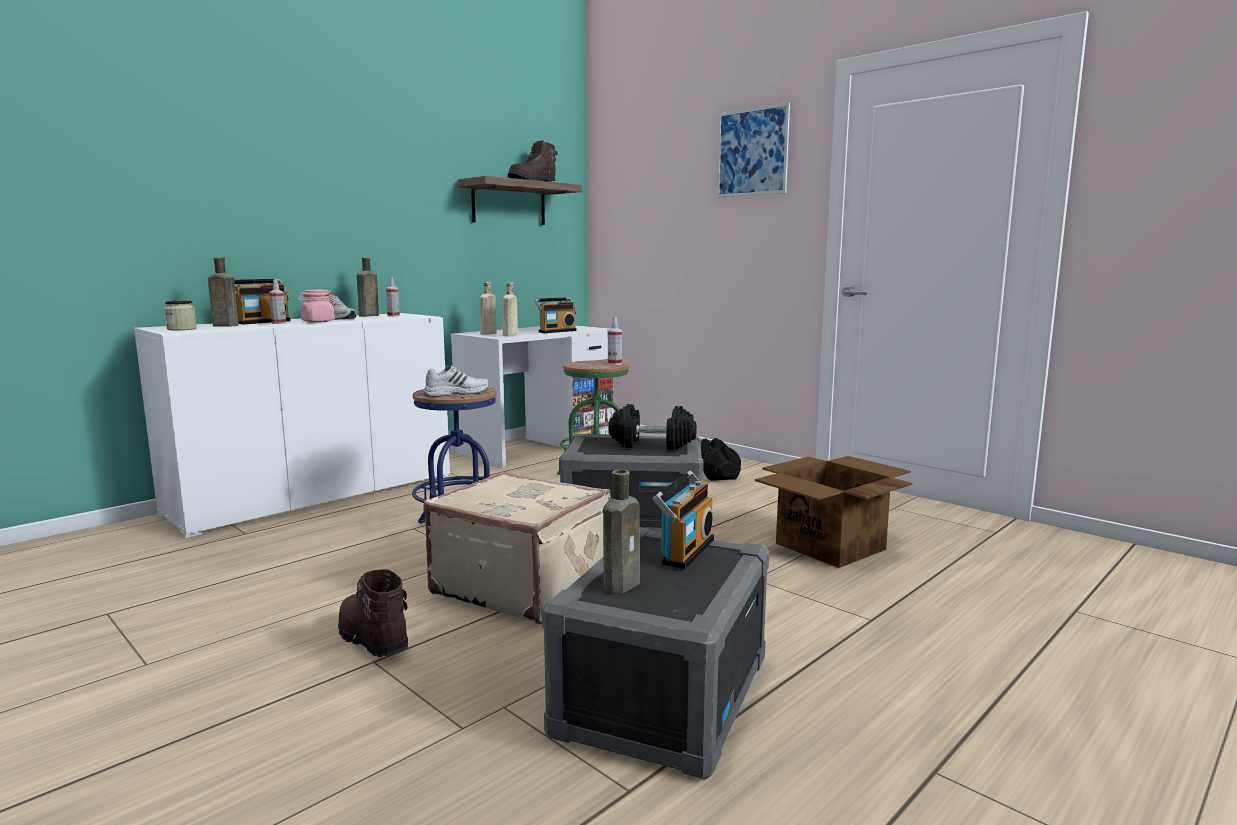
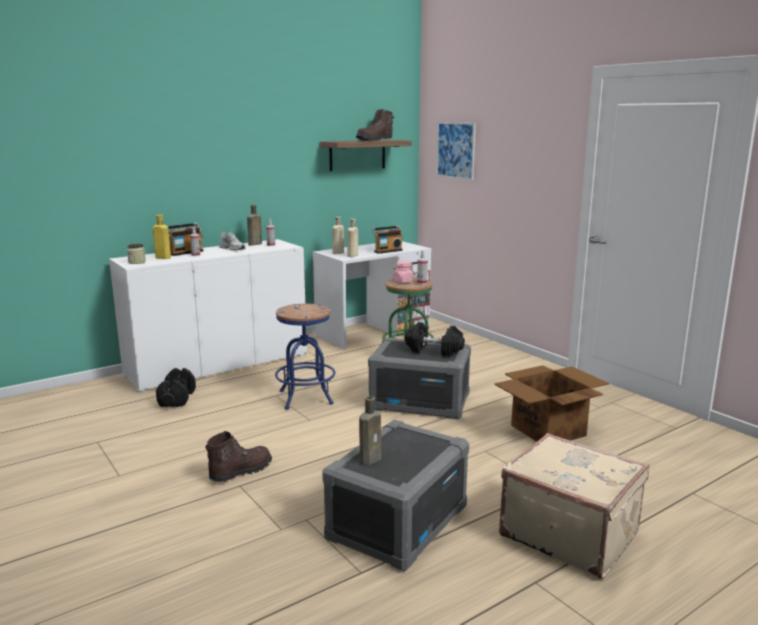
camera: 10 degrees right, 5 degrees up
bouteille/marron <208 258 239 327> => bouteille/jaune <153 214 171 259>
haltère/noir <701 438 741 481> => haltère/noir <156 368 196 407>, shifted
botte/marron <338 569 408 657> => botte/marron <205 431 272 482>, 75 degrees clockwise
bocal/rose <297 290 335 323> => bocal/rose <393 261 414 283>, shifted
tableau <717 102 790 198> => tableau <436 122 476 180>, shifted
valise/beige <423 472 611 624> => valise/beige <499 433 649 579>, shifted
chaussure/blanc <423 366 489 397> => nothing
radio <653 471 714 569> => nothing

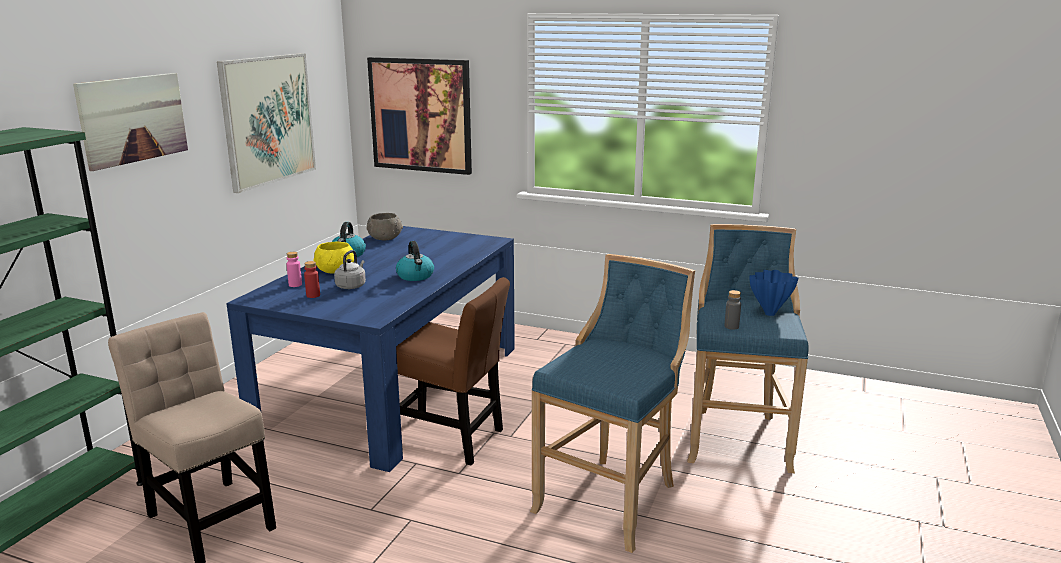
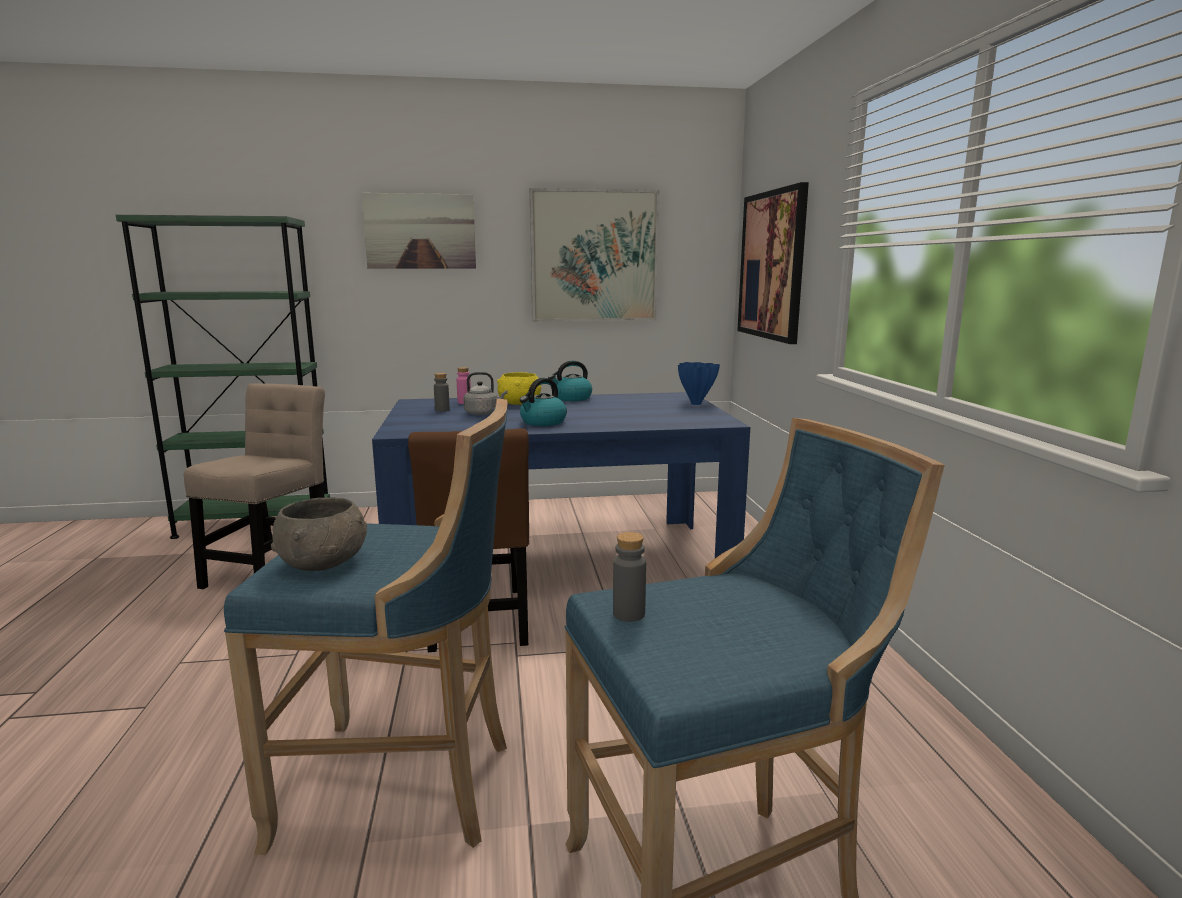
camera: 60 degrees right, 5 degrees down
bol/gris <366 213 403 240> => bol/gris <271 497 367 571>, shifted
bouteille/rouge <304 261 320 298> => bouteille/gris <434 373 450 412>
vase/bleu <749 270 798 316> => vase/bleu <678 362 720 405>, shifted

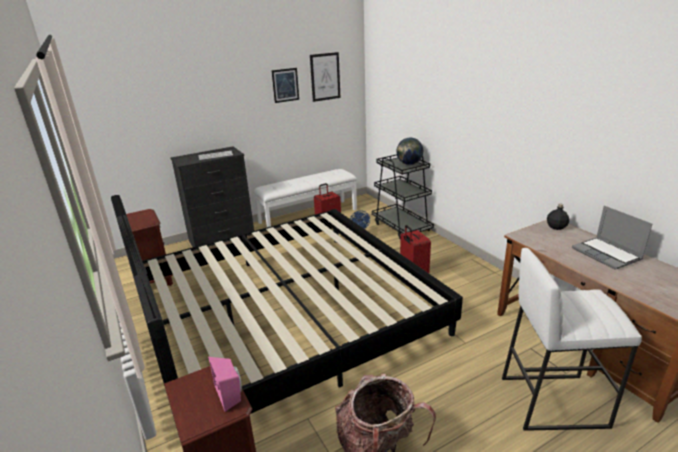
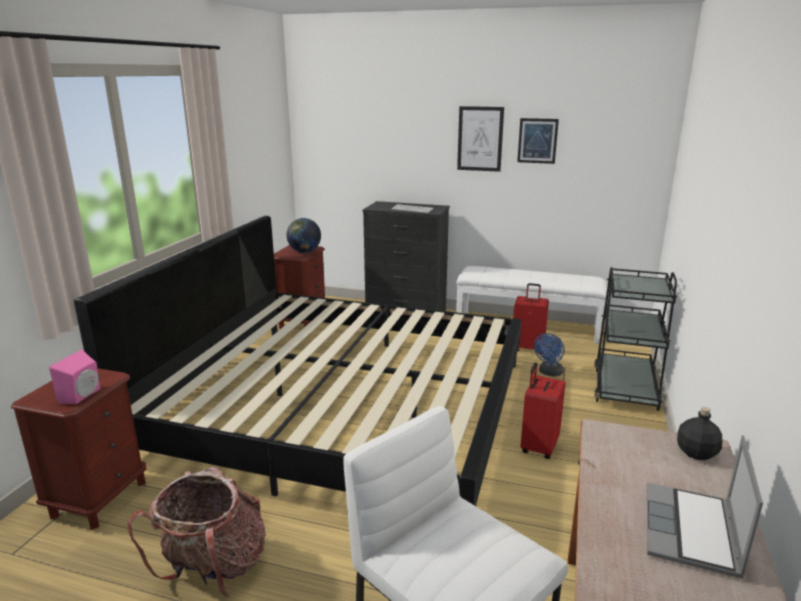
camera: 45 degrees right, 5 degrees down
globe <396 138 423 165> => globe <286 218 321 253>, shifted
tableau <310 52 340 102> => tableau <457 106 504 172>, shifted

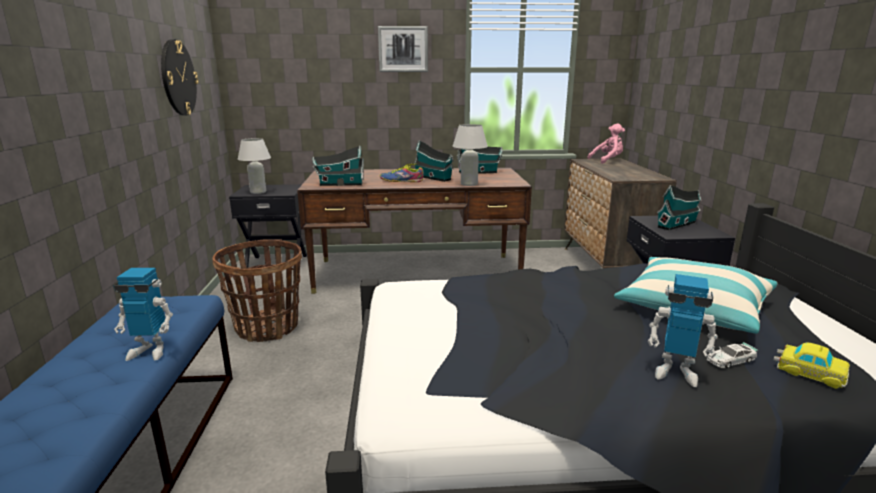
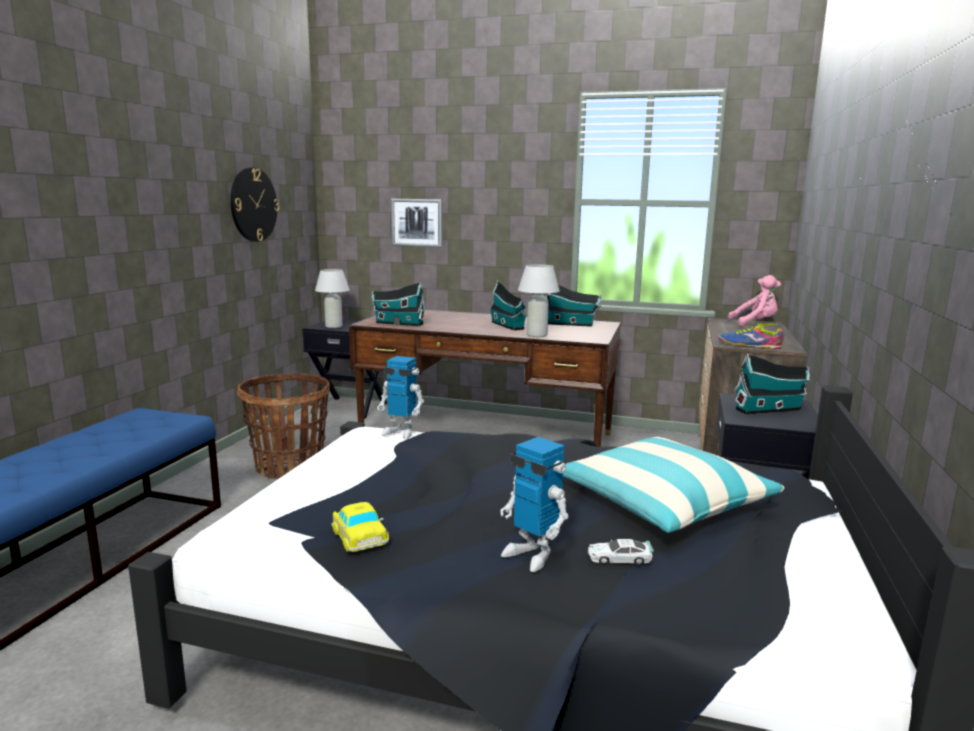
camera: 20 degrees right, 5 degrees down
petite voiture <774 342 850 389> => petite voiture <331 502 389 552>, shifted
robot jouet <113 268 173 361> => robot jouet <377 356 424 439>, shifted
tableau <378 26 428 72> => tableau <391 199 442 248>, shifted
chaussure <380 164 423 182> => chaussure <718 323 784 349>, shifted

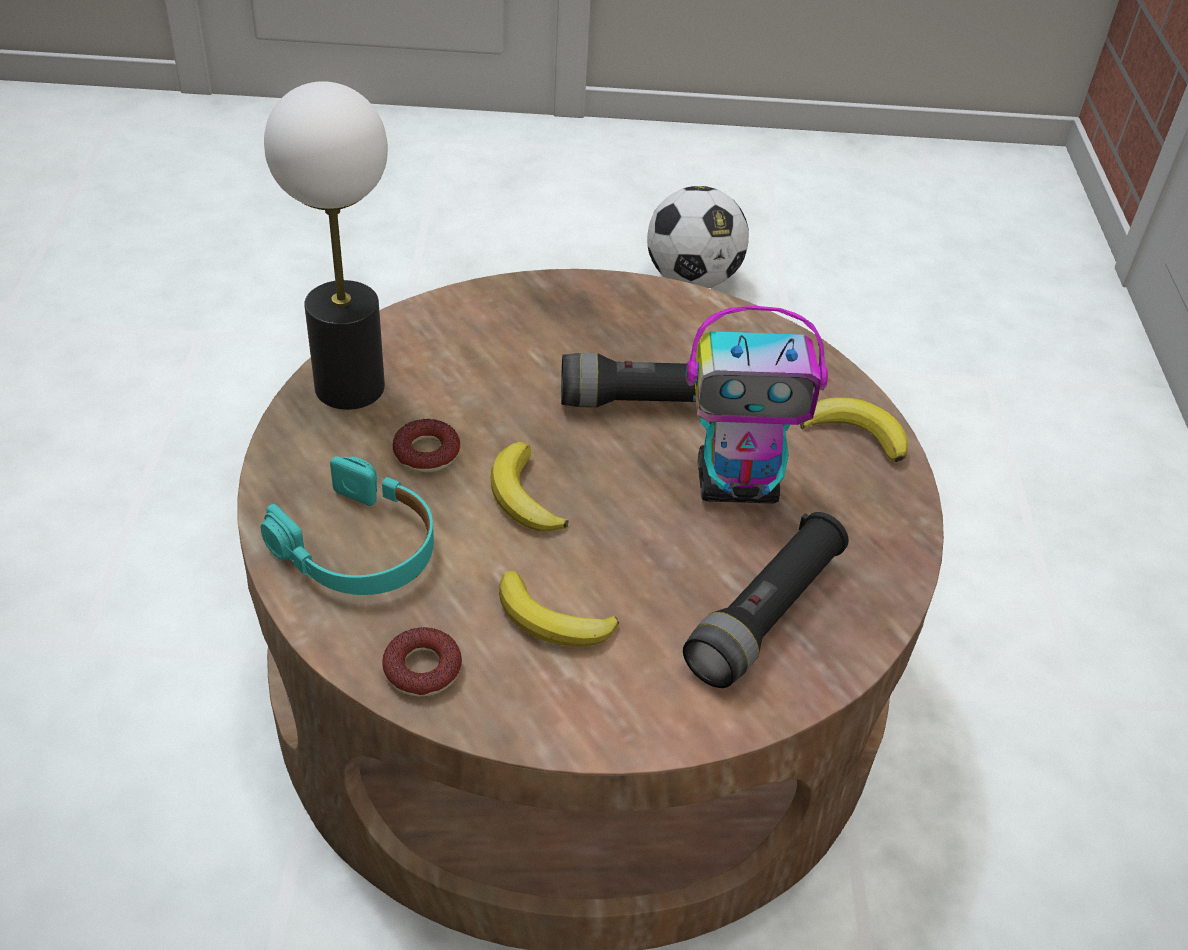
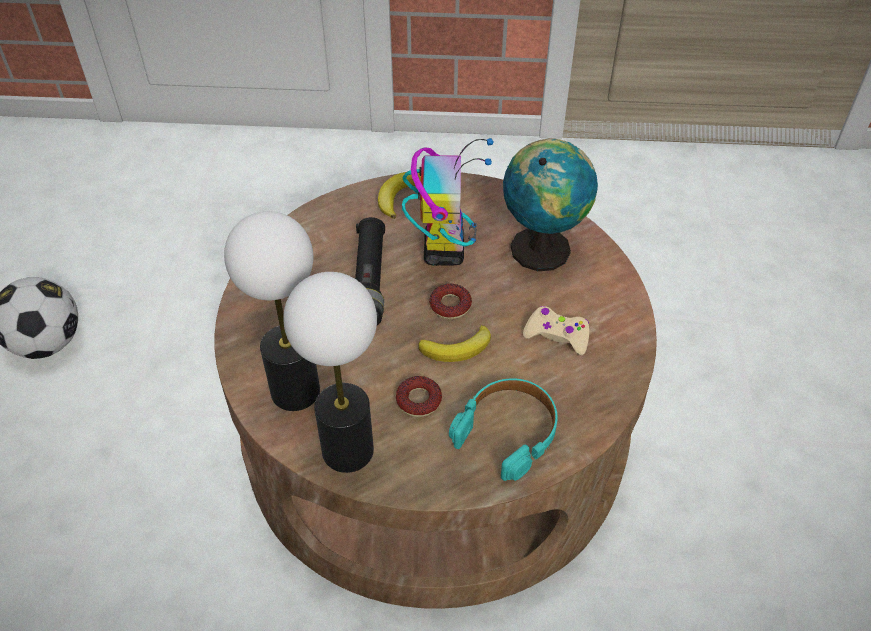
camera: 85 degrees left, 5 degrees up
nothing => lampe de table <224 211 320 411>
beignet <382 627 462 697> => beignet <429 284 472 319>, shifted
lampe de poche/noir <683 512 849 688> => globe <503 138 598 271>
banane <499 571 619 647> => manette/beige <523 306 589 355>

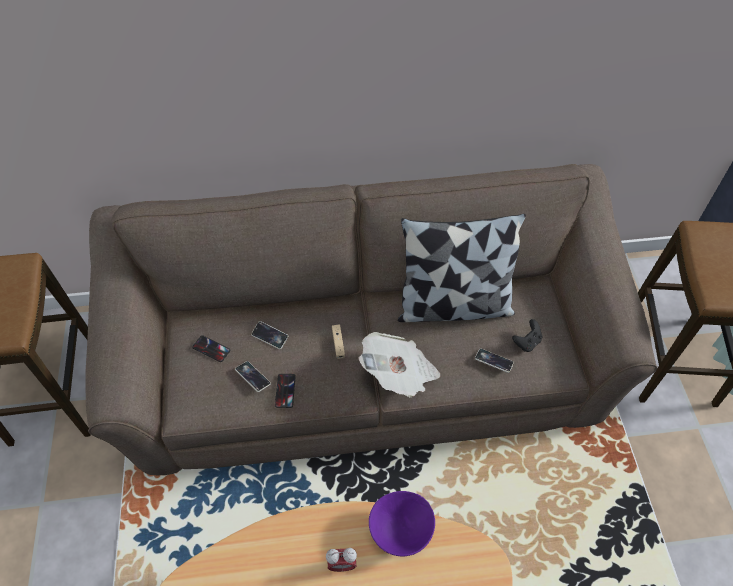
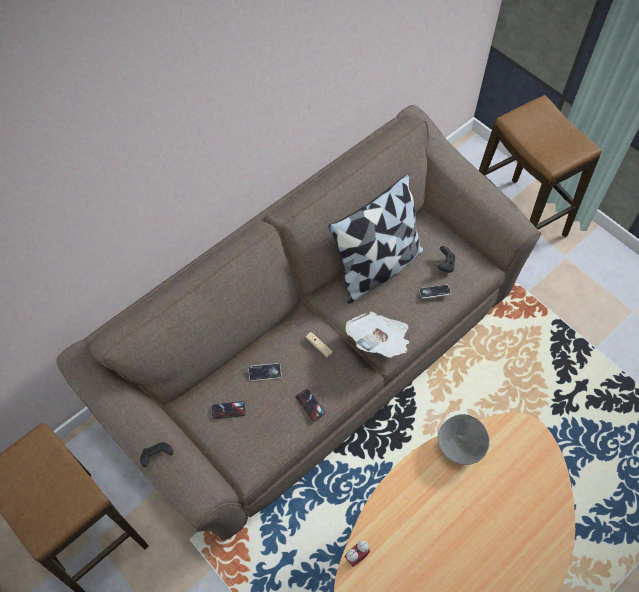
camera: 35 degrees left, 5 degrees up
nothing => manette/noir <140 442 173 467>
réveil <326 548 357 572> => réveil <345 540 370 567>, shifted
bol/violet <369 491 435 556> => bol/gris <438 414 490 465>
téléphone <235 361 271 392> => nothing

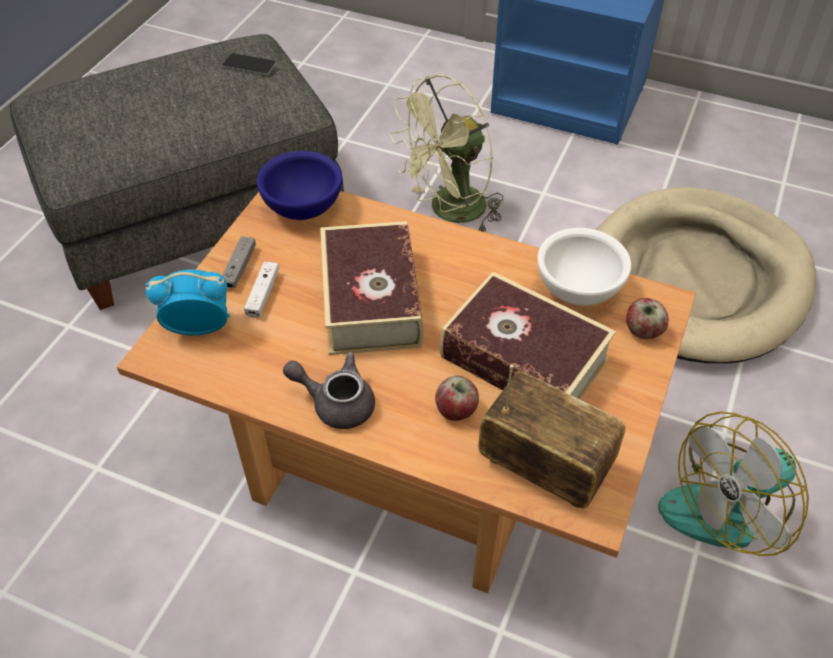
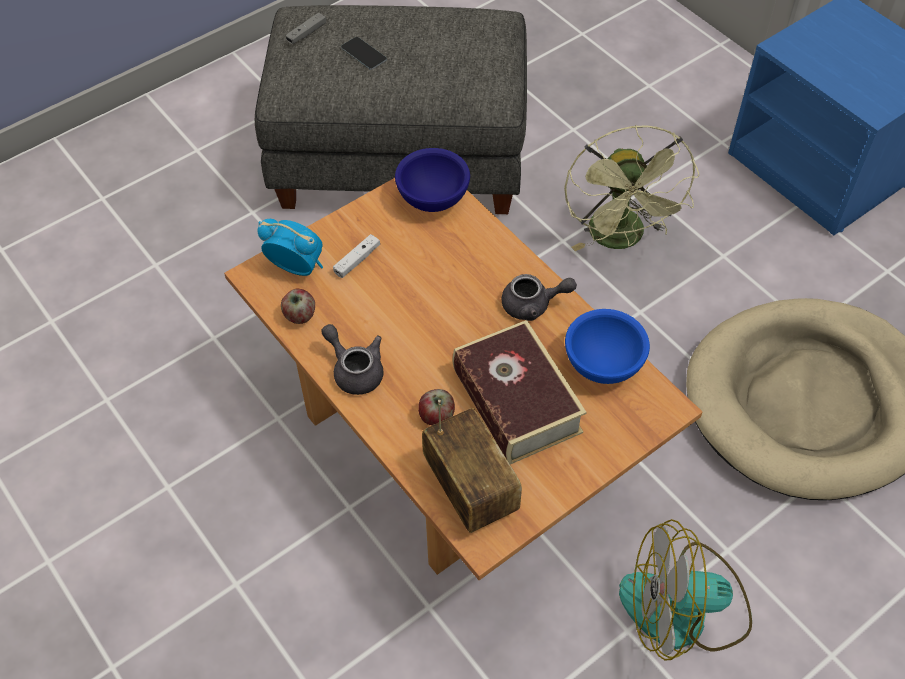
camera: 30 degrees right, 5 degrees up
pomme <626 298 669 339> => pomme <281 288 315 324>, shifted
manette/gris <222 236 256 288> => manette/gris <285 12 326 44>, shifted
téléphone <222 53 276 75> => téléphone <341 37 387 70>, shifted
nothing => théière/gris <501 274 577 321>
ventilateur/vert <390 75 504 232> => ventilateur/vert <564 125 699 251>, 90 degrees counterclockwise
bol/blanc <537 228 631 306> => bol/bleu <565 309 650 384>
livre <320 221 424 355> => nothing

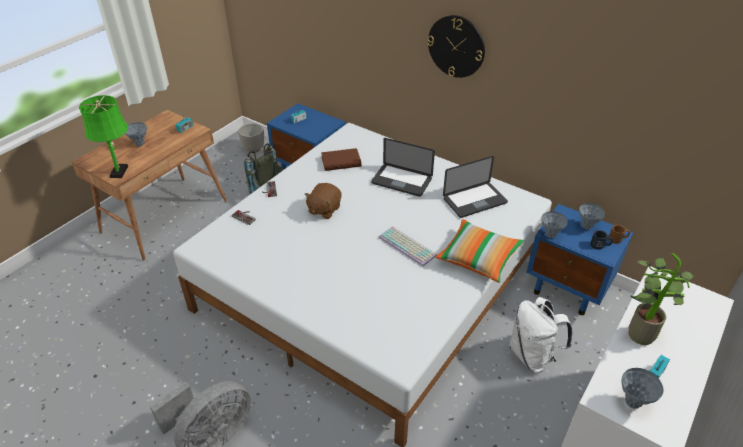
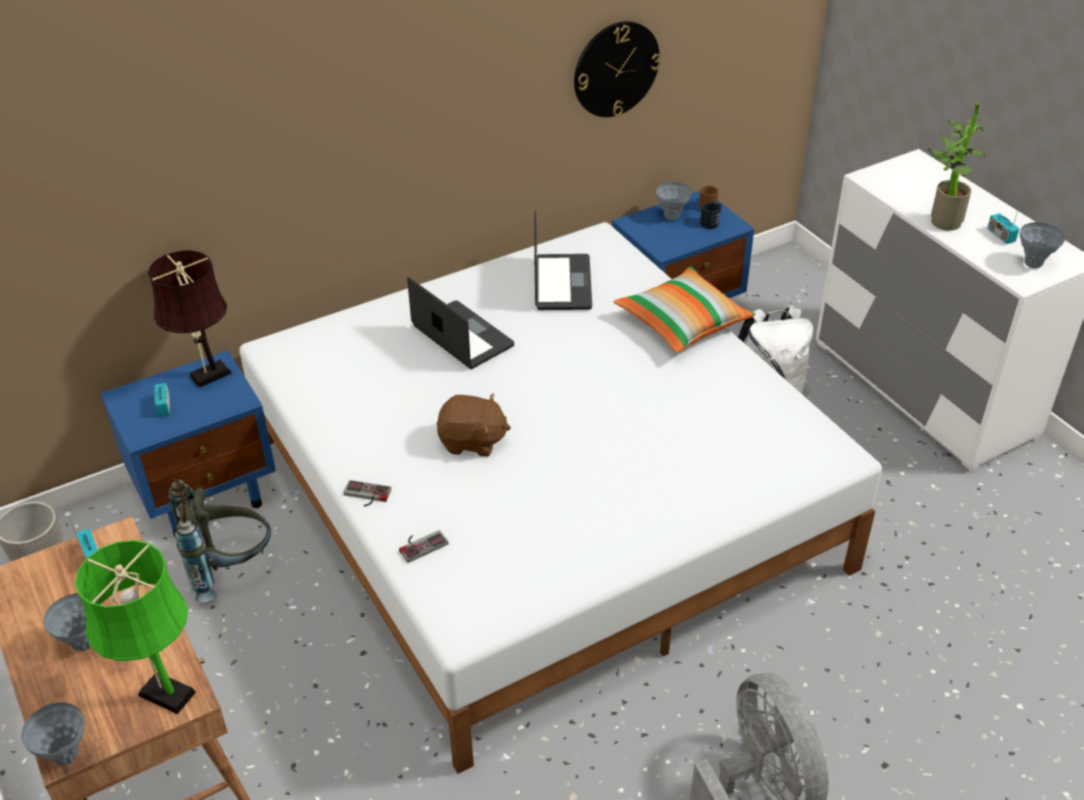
camera: 65 degrees left, 0 degrees up
vase/gris <541 211 568 238> => vase/gris <21 702 85 765>, shifted
nothing => lampe de table/marron <148 250 232 388>
ordinateur portable <371 138 435 197> => ordinateur portable <407 277 514 369>, 90 degrees counterclockwise
peluche/marron <304 183 341 219> => peluche/marron <437 393 511 457>, 45 degrees counterclockwise
horloge murale <427 15 485 78> => horloge murale <574 21 661 117>, shifted
livre/marron <321 148 361 171> => nothing
clavier <378 226 437 267> => nothing

